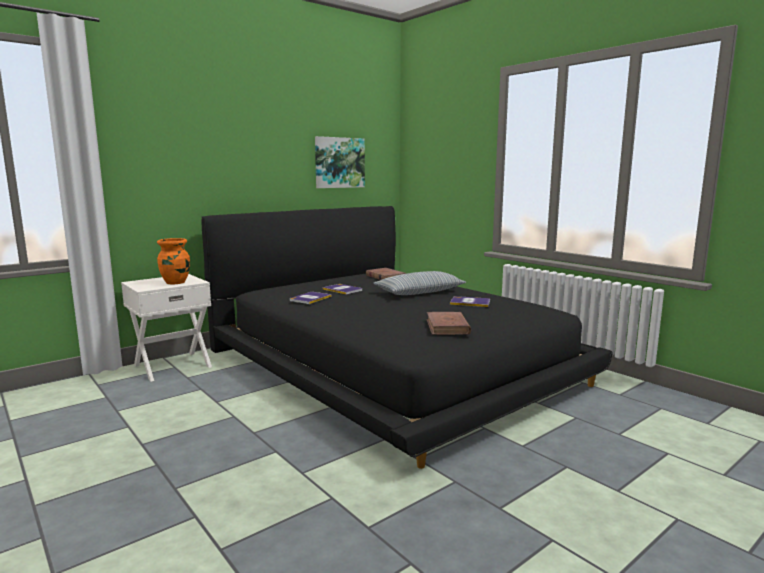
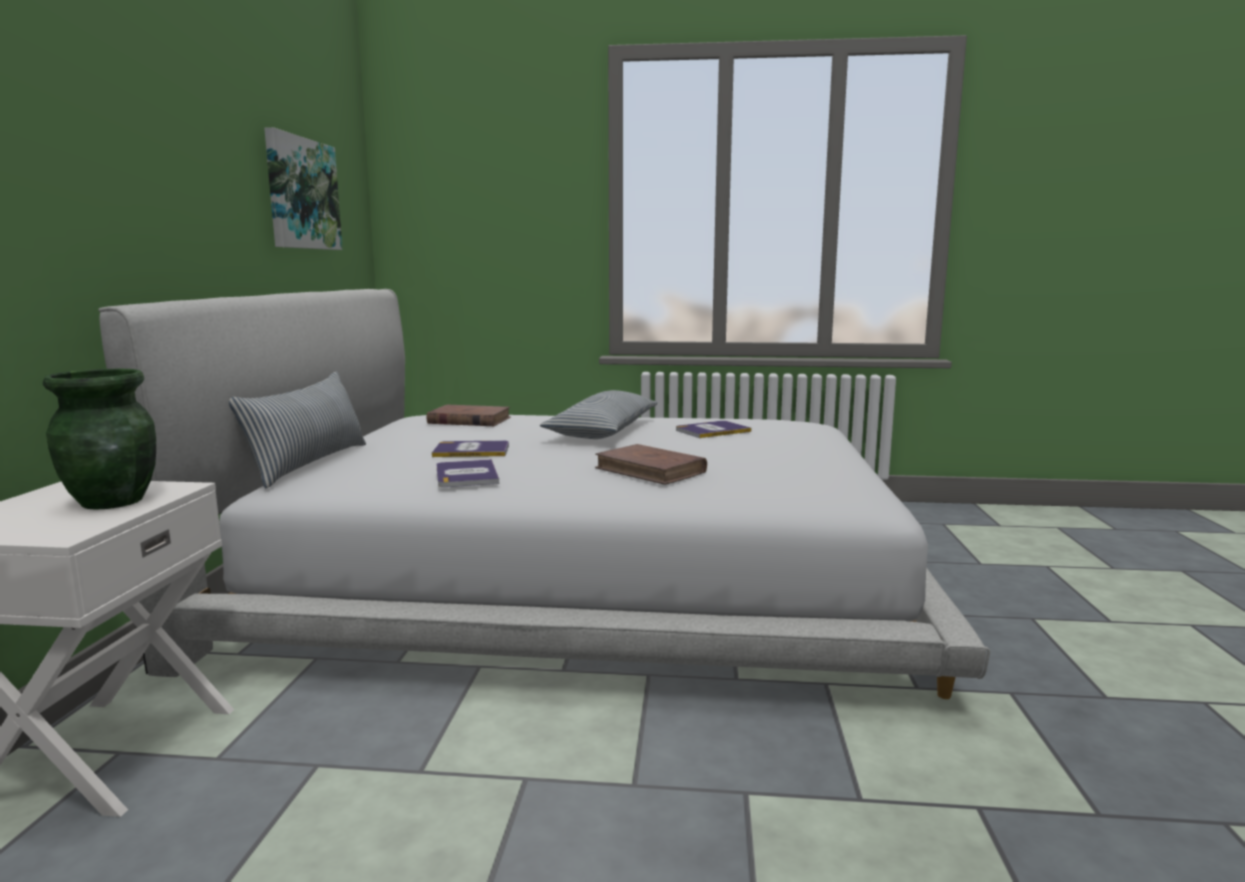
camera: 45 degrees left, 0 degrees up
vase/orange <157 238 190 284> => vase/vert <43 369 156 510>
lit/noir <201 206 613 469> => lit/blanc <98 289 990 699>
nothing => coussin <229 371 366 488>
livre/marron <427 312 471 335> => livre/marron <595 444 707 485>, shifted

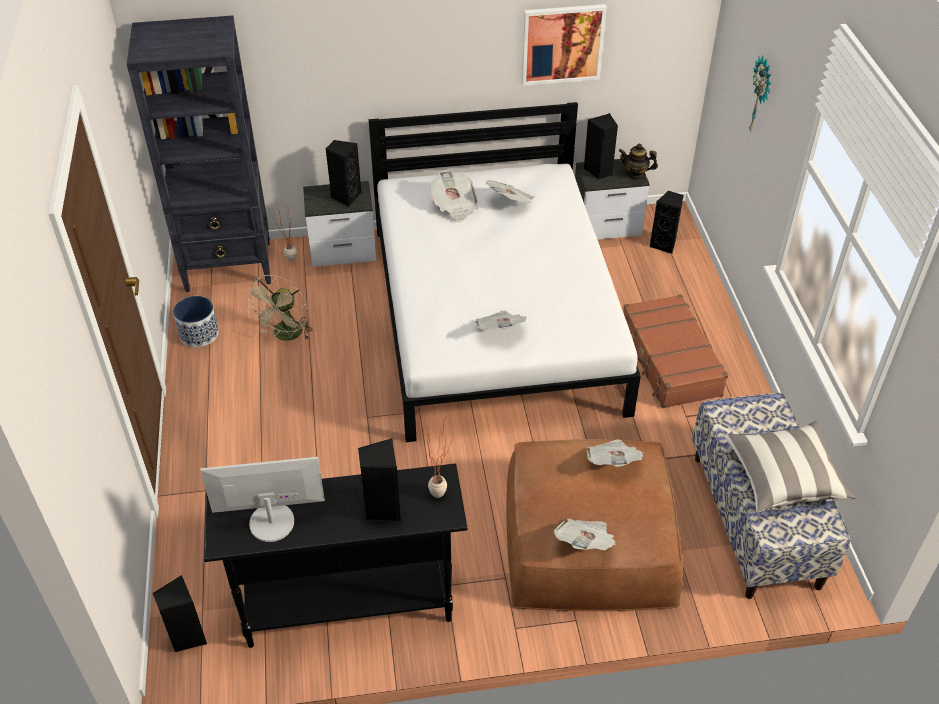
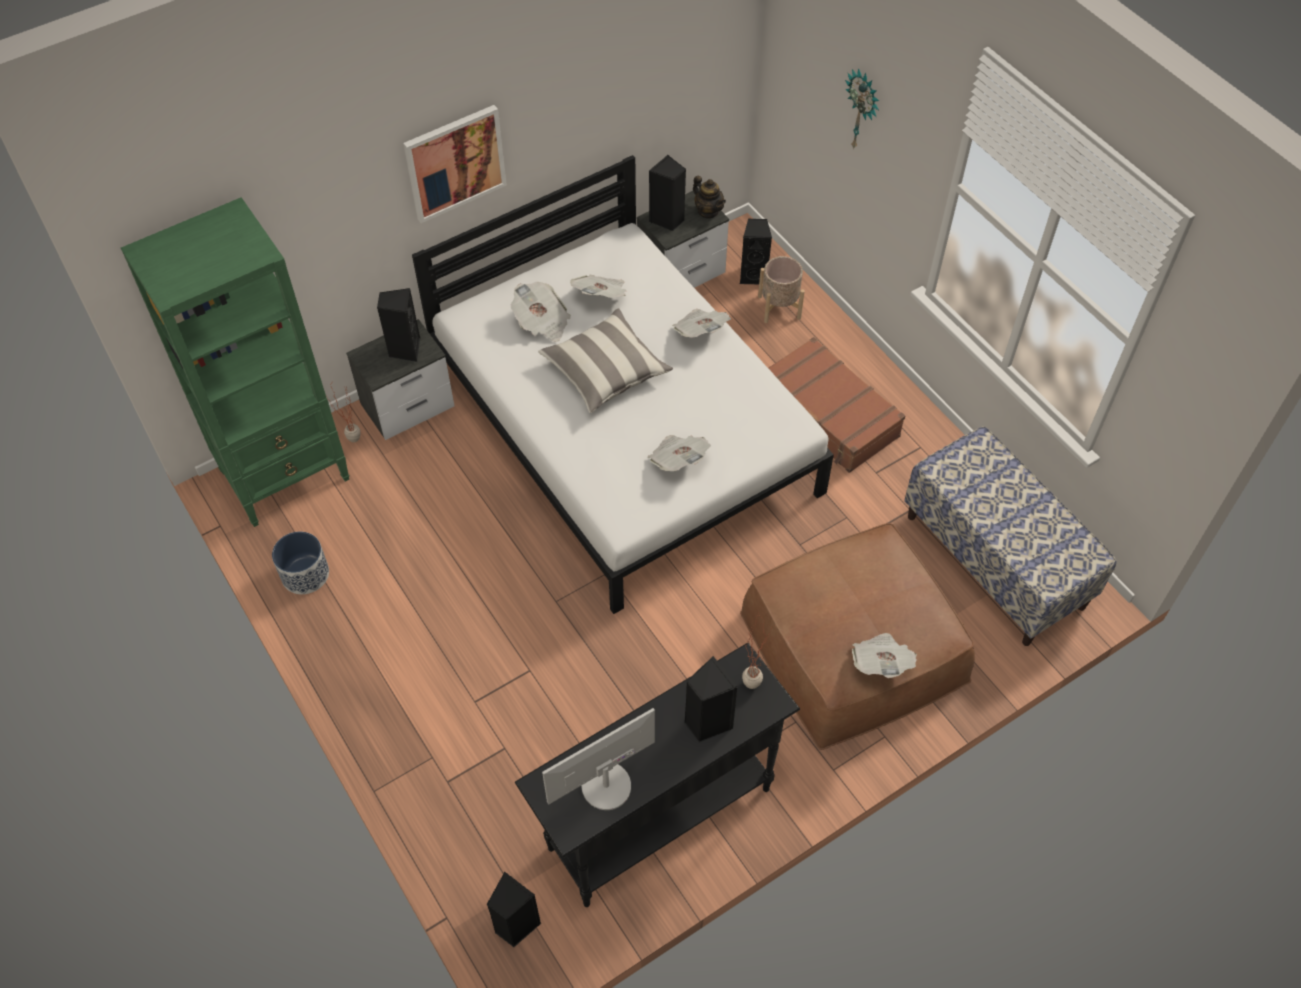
camera: 25 degrees left, 10 degrees up
bibliothèque/noir <127 16 271 292> => bibliothèque/vert <121 197 350 527>
tableau <522 4 607 86> => tableau <403 105 507 223>, shifted
coussin <724 421 856 512> => coussin <538 308 673 413>, shifted
journal <587 439 643 467> => journal <672 309 731 337>, shifted
théière <619 144 658 180> => théière <693 176 726 218>, 120 degrees counterclockwise
nothing => cache-pot/beige <758 256 805 323>
ventilateur/beige <245 275 313 341> => nothing

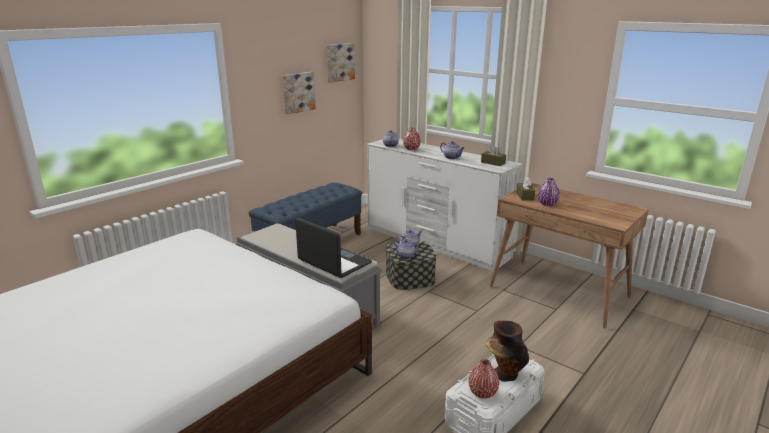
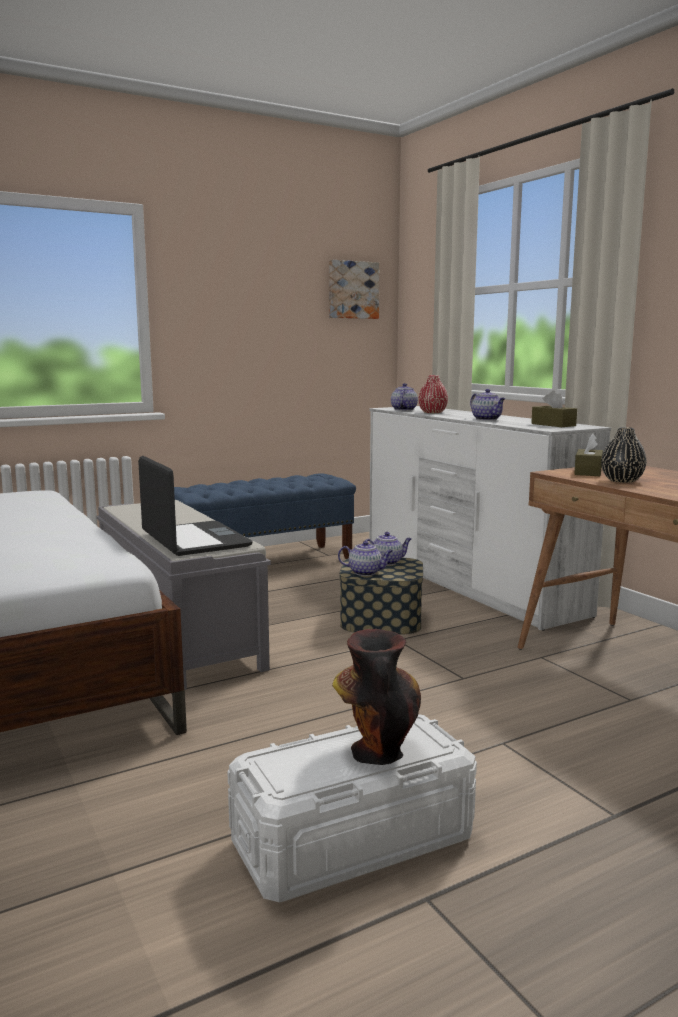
camera: 20 degrees right, 10 degrees down
vase/violet <537 178 560 206> => vase/noir <601 427 647 483>
tableau <283 72 316 114> => nothing
vase/rouge <468 359 499 399> => nothing

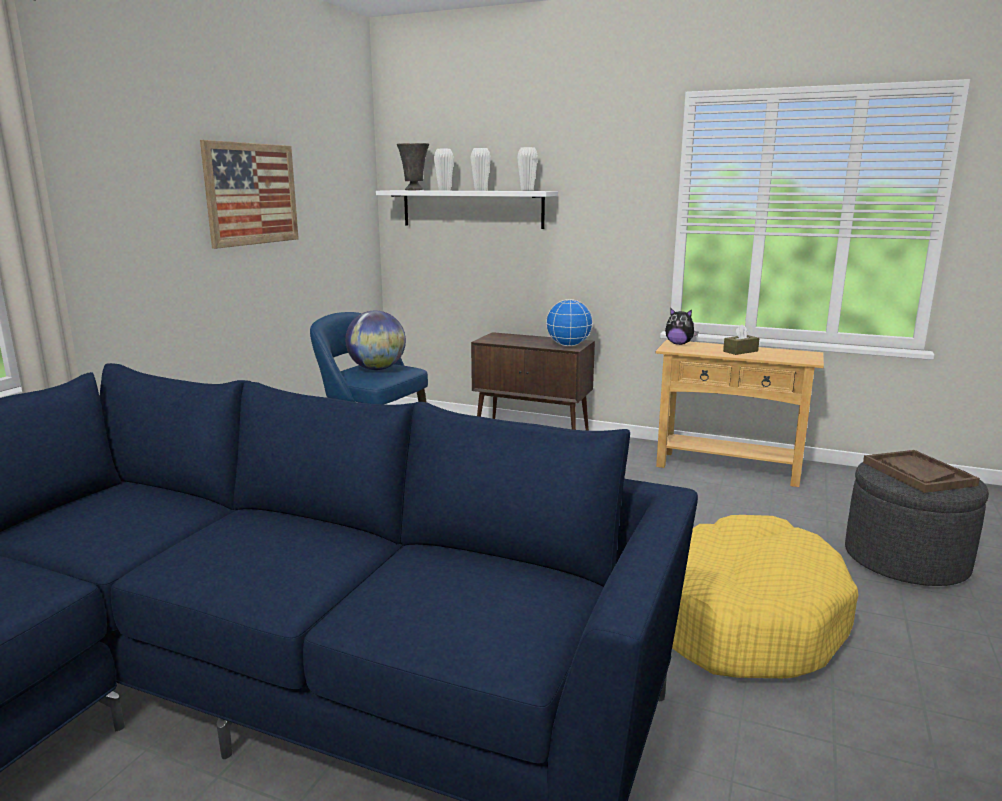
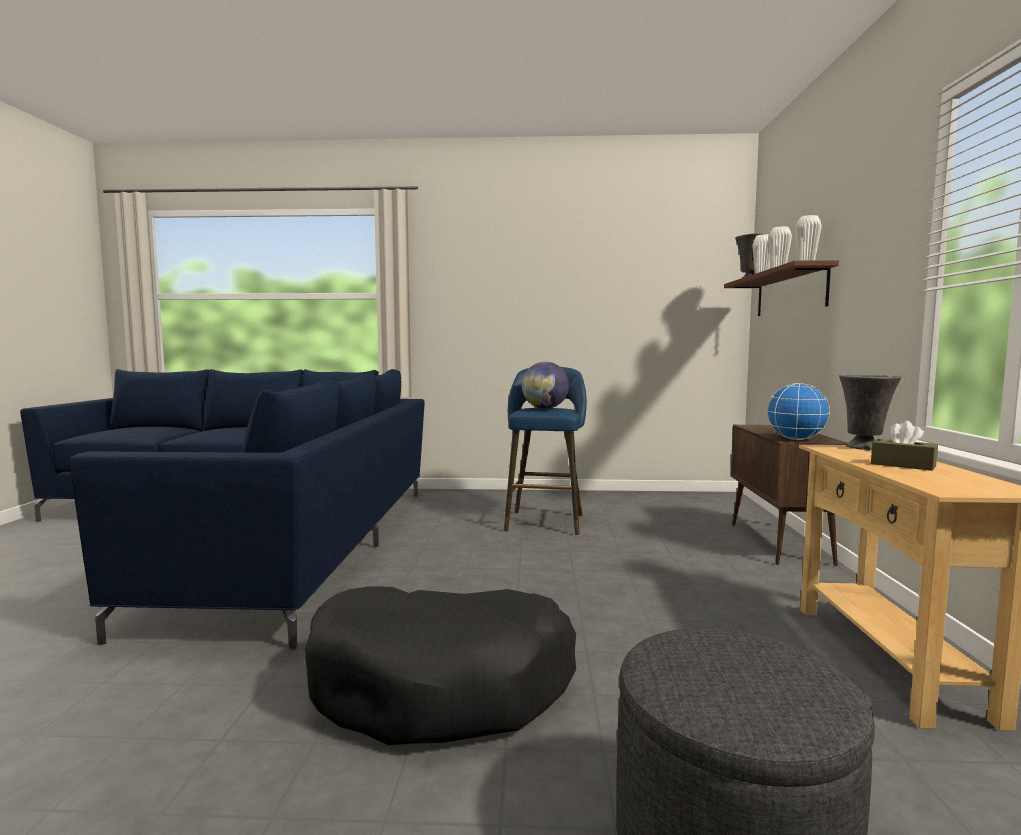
camera: 70 degrees right, 10 degrees down
panier pour chien/jaune <672 515 858 678> => panier pour chien/noir <305 587 576 745>
étagère/blanc <376 190 558 229> => étagère/marron <724 260 839 316>
peluche <665 308 698 345> => vase/gris <839 374 902 450>
tableau <200 140 299 249> => nothing
plateau/marron <863 450 980 493> => nothing

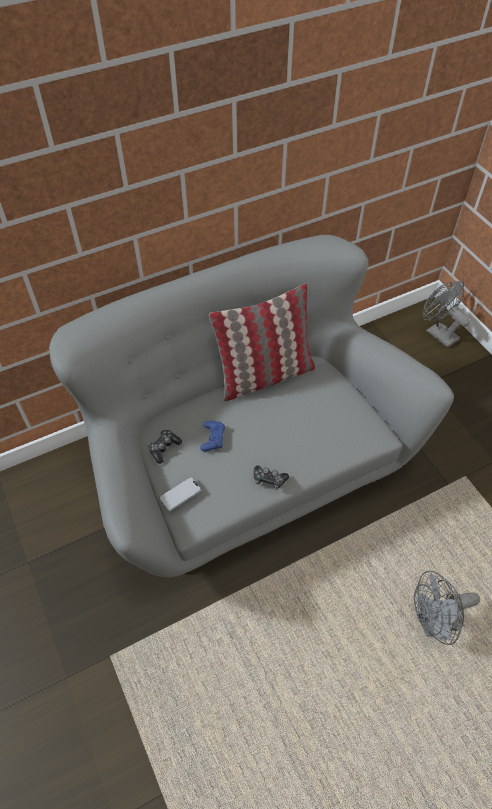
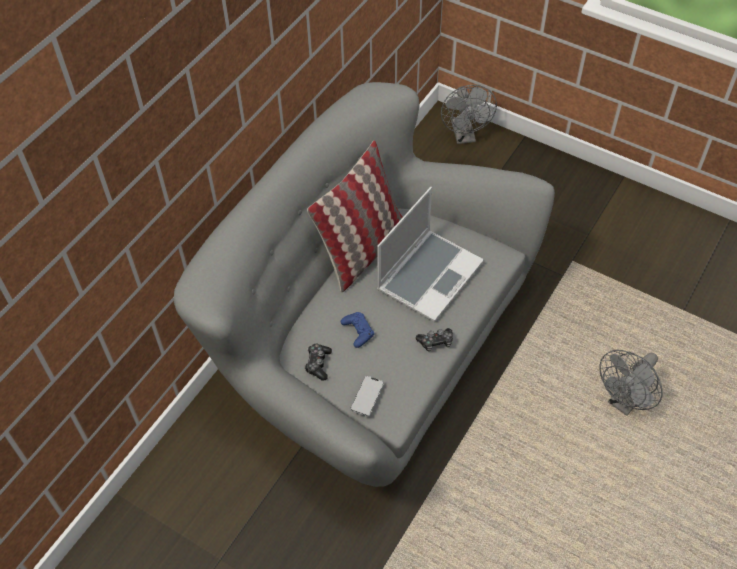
camera: 30 degrees left, 0 degrees up
nothing => ordinateur portable <377 187 484 322>
ventilateur/gris <423 281 470 348> => ventilateur/gris <441 85 497 144>, 120 degrees counterclockwise

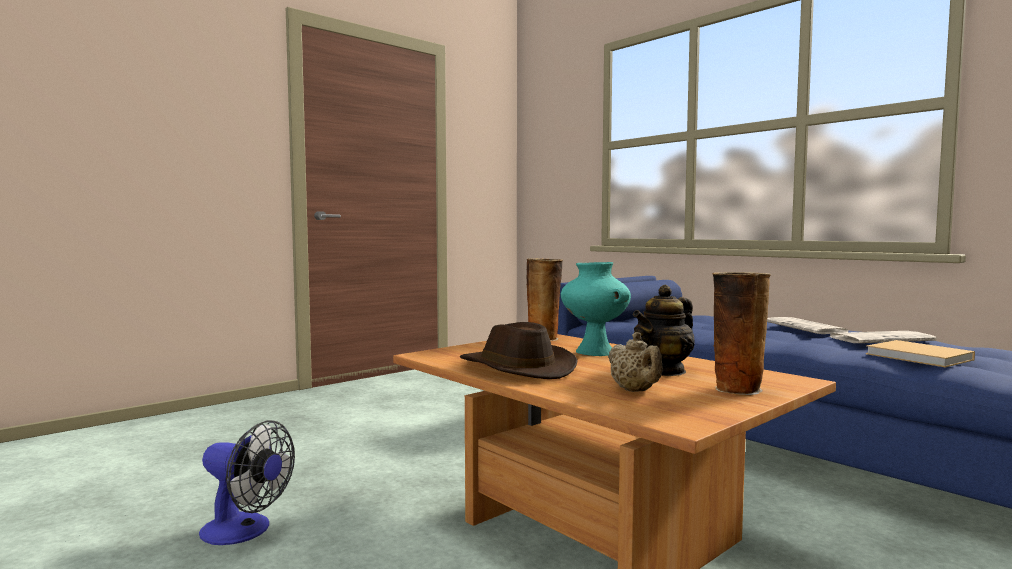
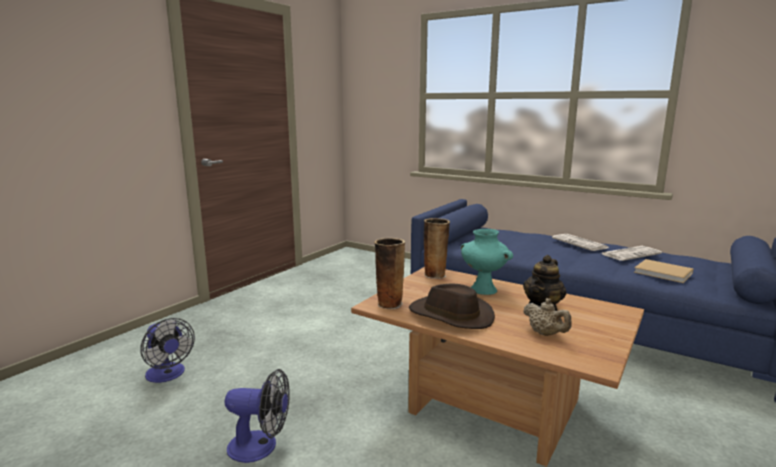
camera: 15 degrees left, 10 degrees up
nothing => ventilateur <141 318 195 383>
vase <712 272 771 395> => vase <374 238 405 309>, shifted

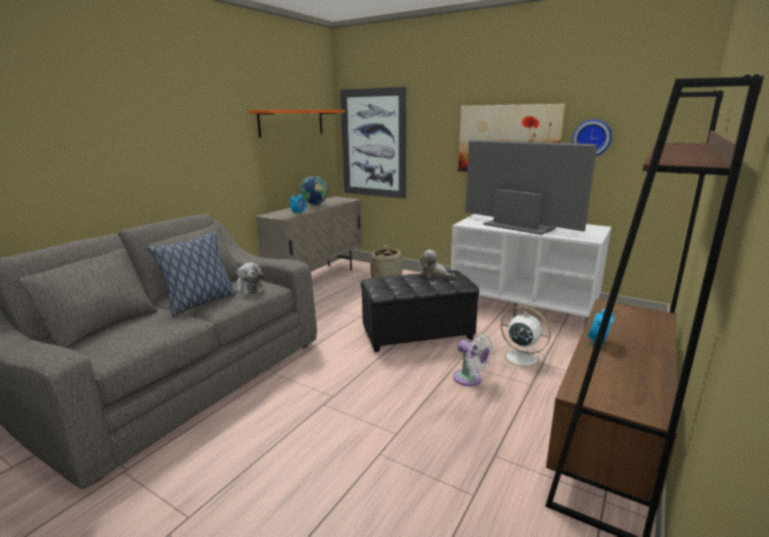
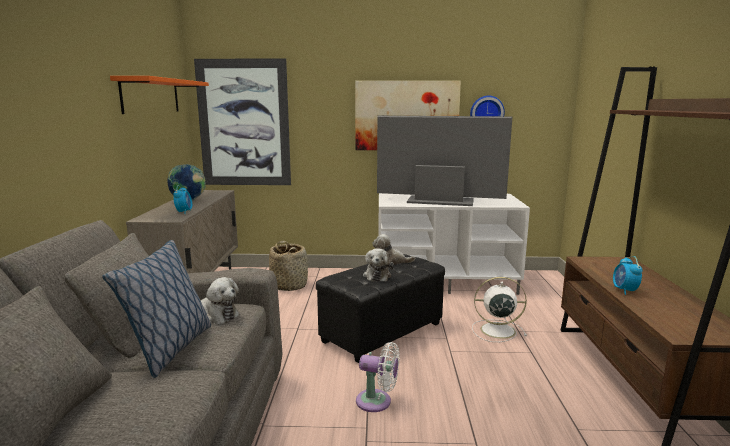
camera: 30 degrees left, 5 degrees down
ventilateur/blanc <453 334 494 386> => ventilateur/blanc <356 342 399 412>, shifted
nothing => peluche <363 248 394 282>

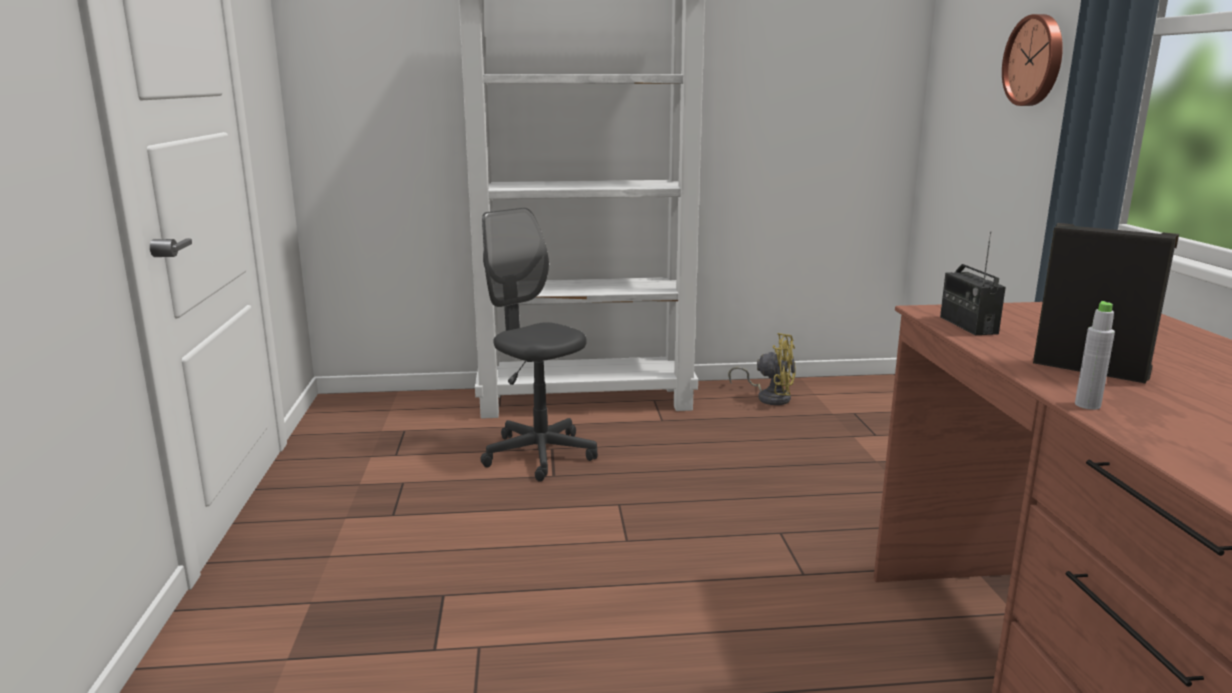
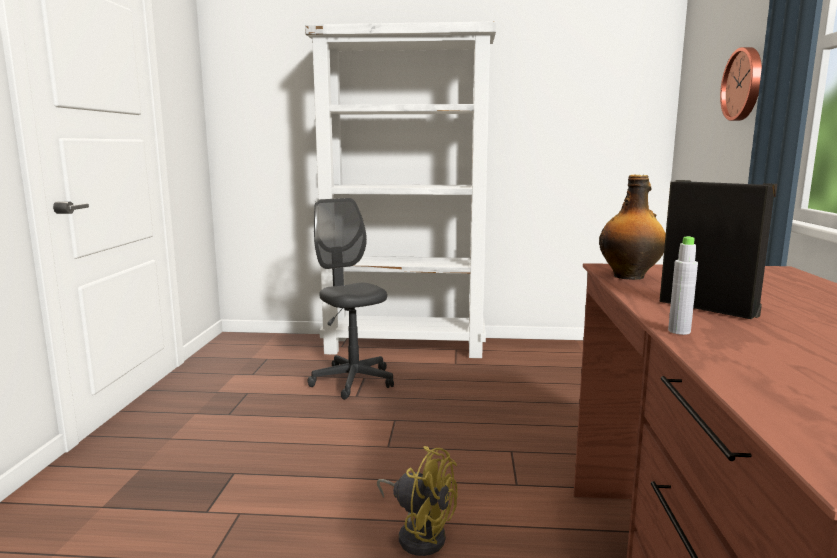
camera: 10 degrees right, 5 degrees down
ventilateur/jaune <728 333 796 405> => ventilateur/jaune <377 446 458 556>, shifted
radio <940 231 1006 335> => bouteille <599 175 666 280>

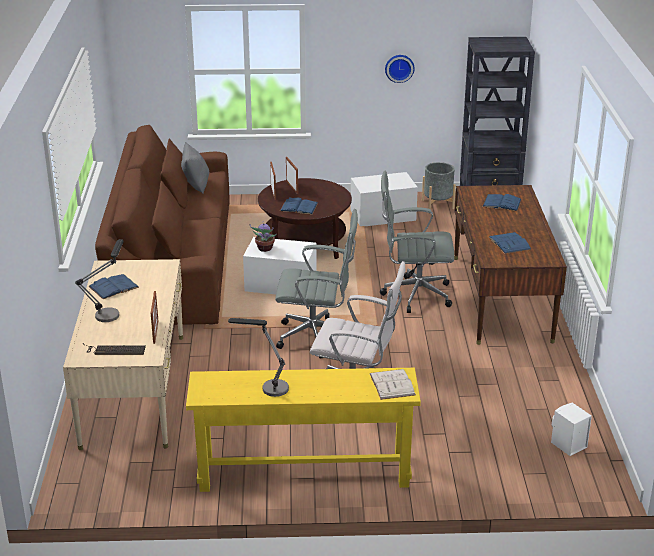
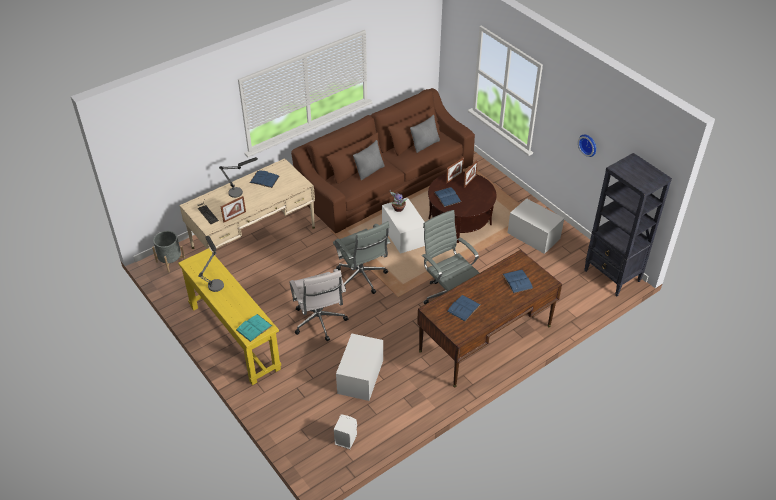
camera: 55 degrees right, 15 degrees up
cache-pot/gris <422 162 456 209> => cache-pot/gris <152 231 185 273>, shifted
livre/blanc <370 369 416 400> => livre/turquoise <236 314 272 342>
nothing => boîte de rangement/blanc <336 333 383 401>
nothing => coussin/gris <353 140 385 180>

